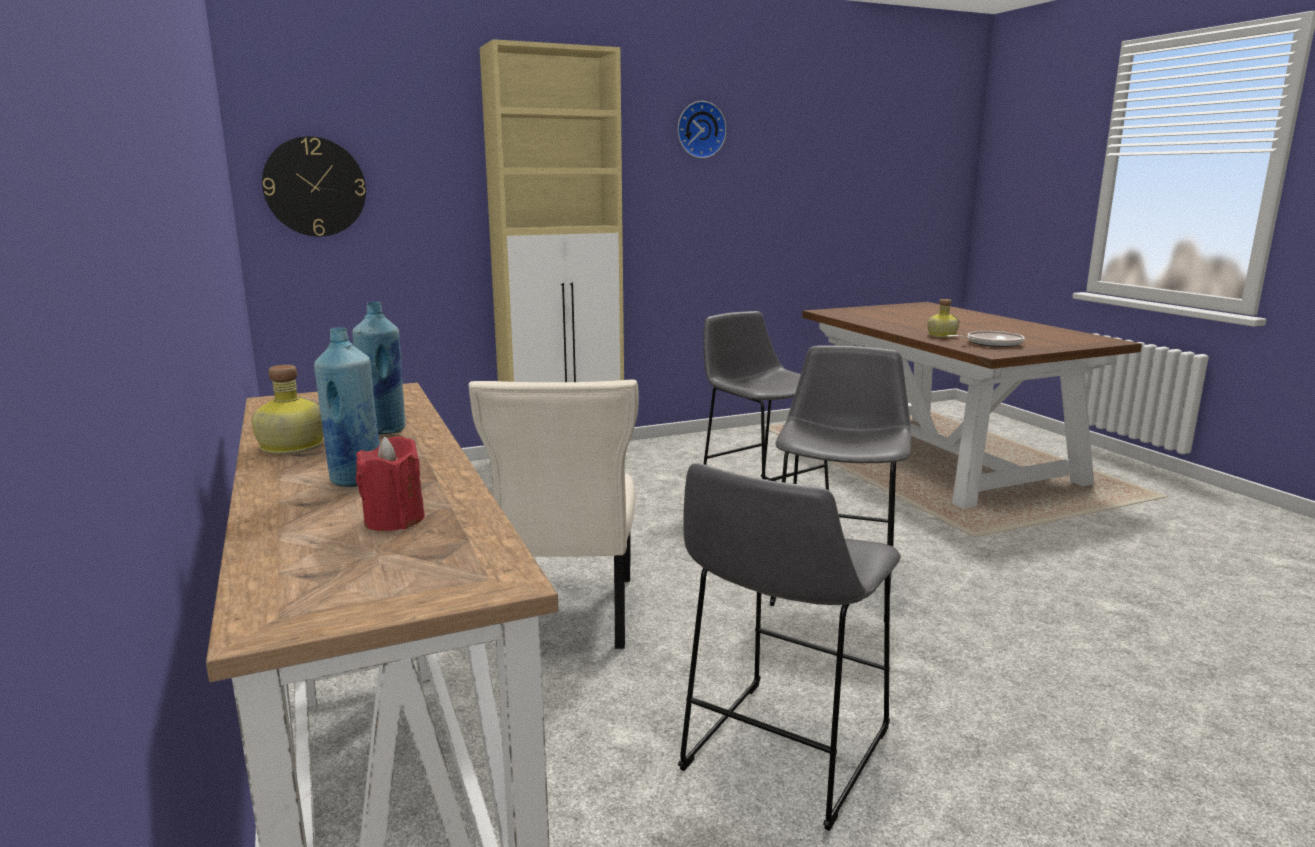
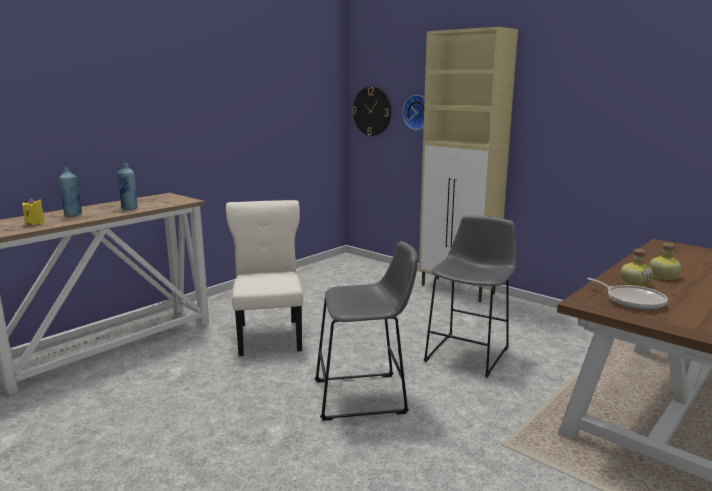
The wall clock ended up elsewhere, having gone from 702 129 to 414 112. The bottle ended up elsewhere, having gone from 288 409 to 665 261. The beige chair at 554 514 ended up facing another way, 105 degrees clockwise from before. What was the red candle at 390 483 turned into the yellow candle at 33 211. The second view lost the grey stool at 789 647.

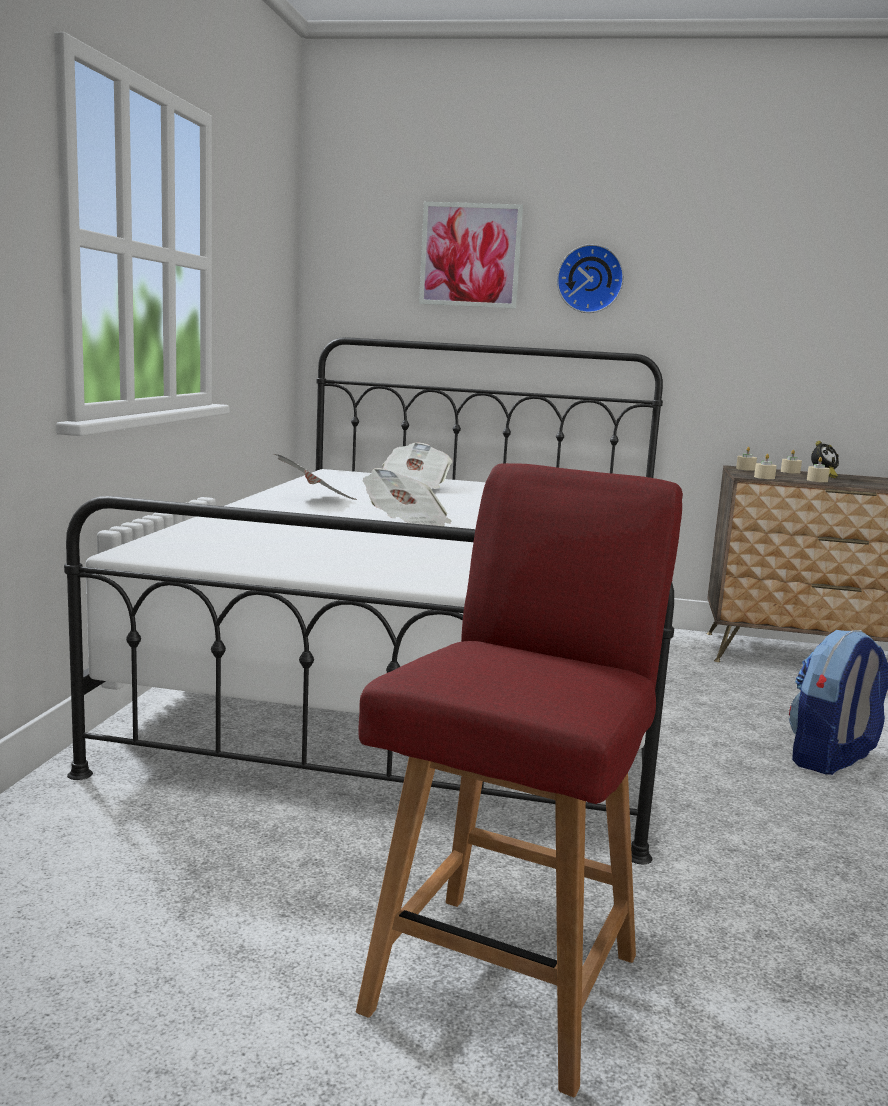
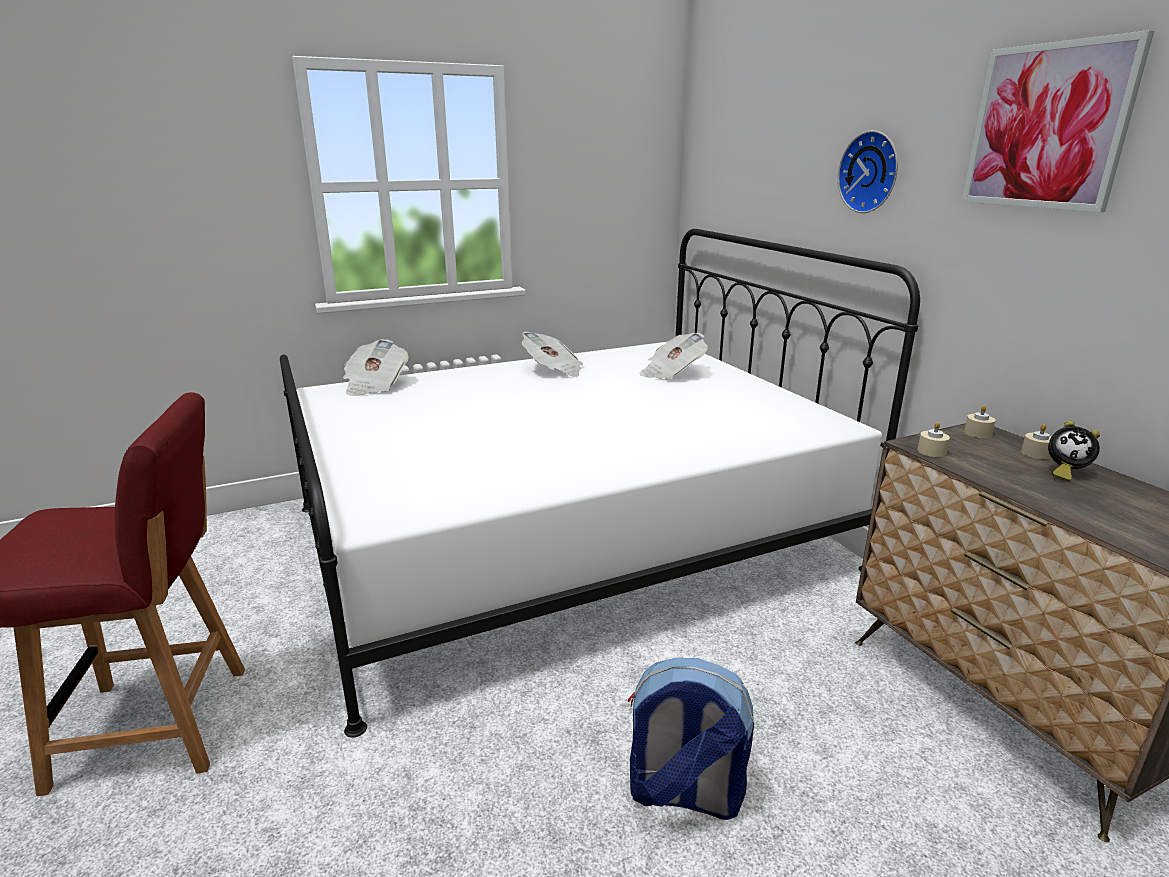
The picture ended up elsewhere, having gone from 471 255 to 1058 121. The second view lost the beige candle at 818 469. The newspaper ended up elsewhere, having gone from 407 497 to 376 367.

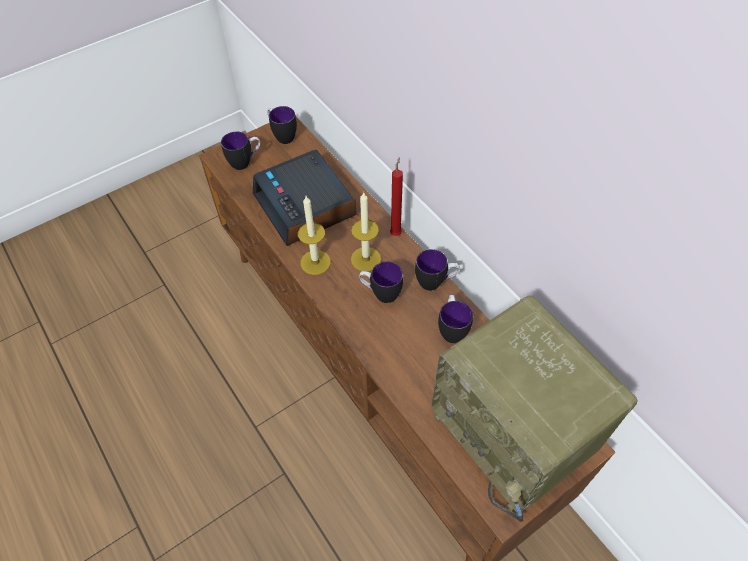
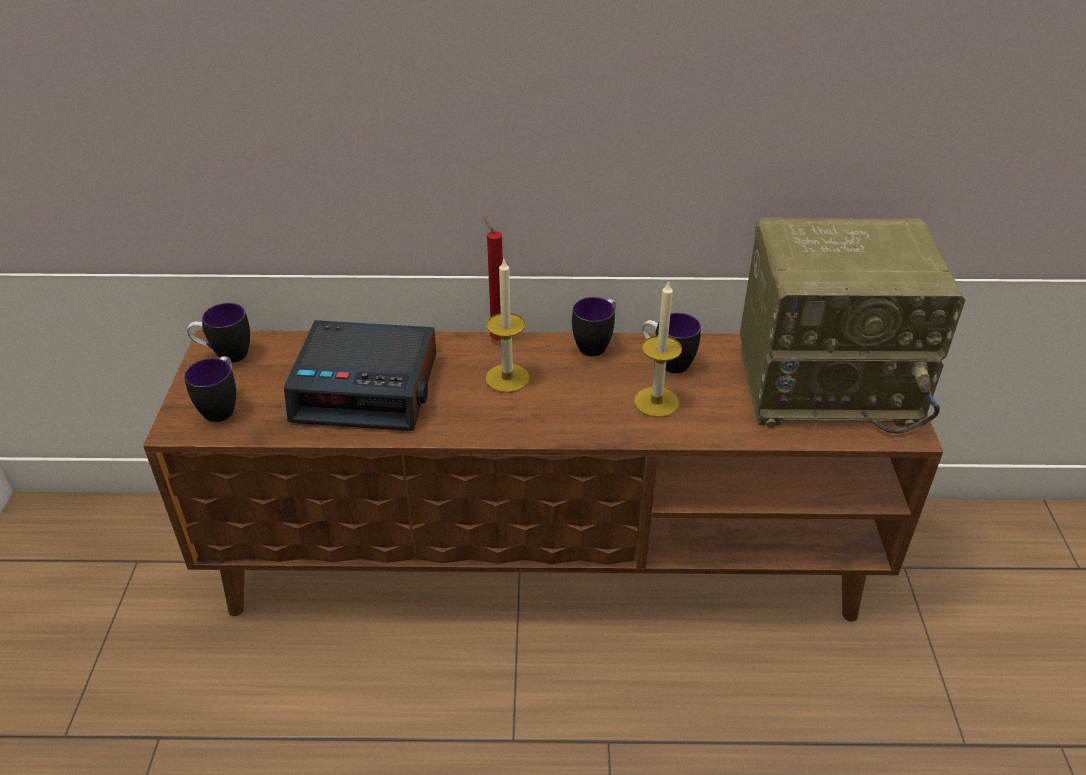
The candle ended up elsewhere, having gone from 314 235 to 658 349. The second view lost the mug at 381 282.

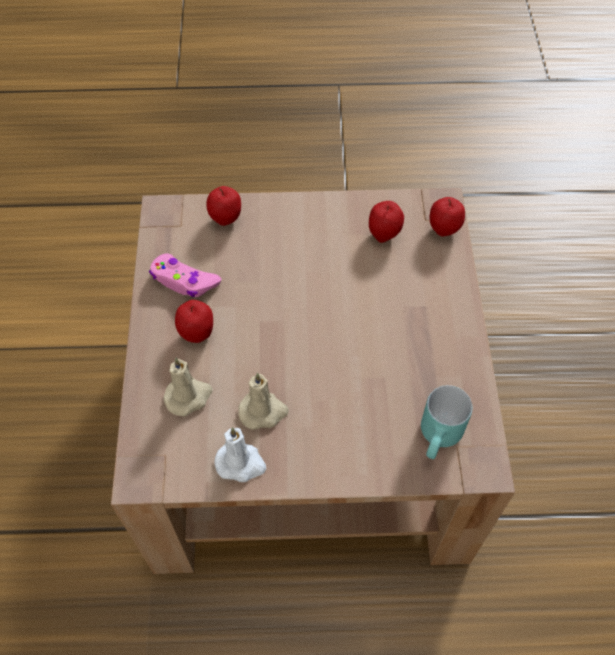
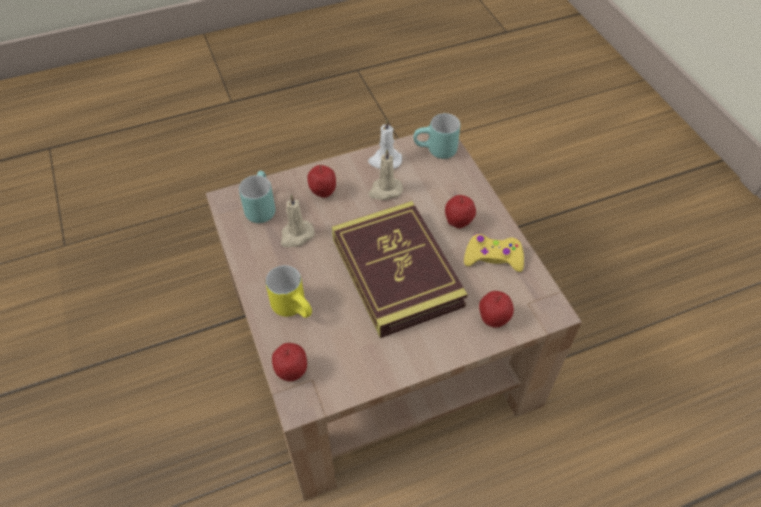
The apple ended up elsewhere, having gone from 386 222 to 321 181. What was the pink game controller at 185 275 turned into the yellow game controller at 494 253. The beige candle ended up elsewhere, having gone from 188 387 to 298 220. The second view gained the turquoise mug at 437 136. The second view gained the book at 400 269. The second view gained the yellow mug at 289 291.

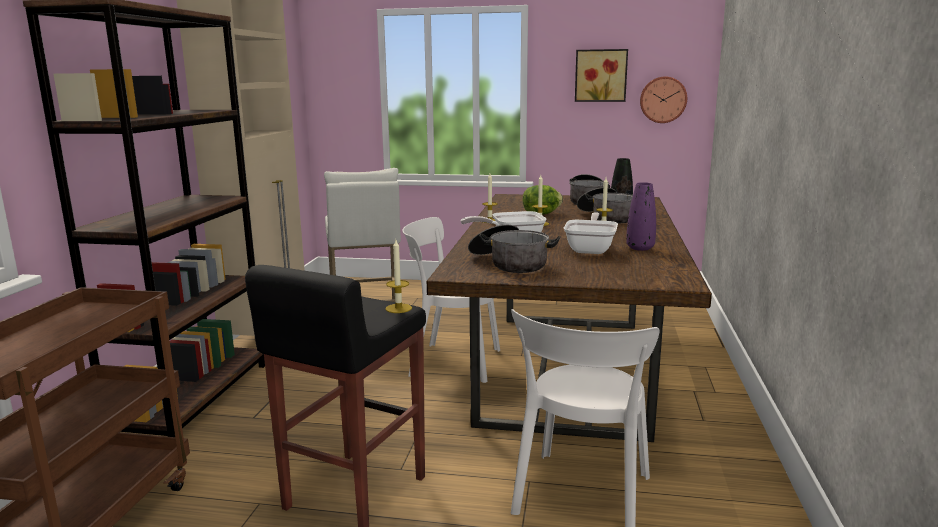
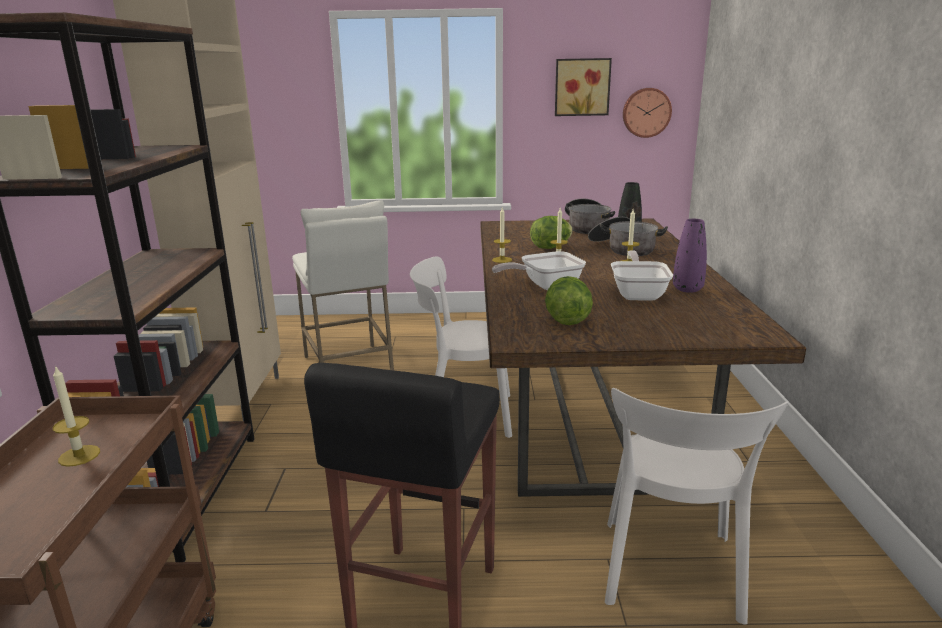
Where the cooking pot stood at 514 249, the lettuce came to stand at 569 300. The candle ended up elsewhere, having gone from 398 276 to 76 416.

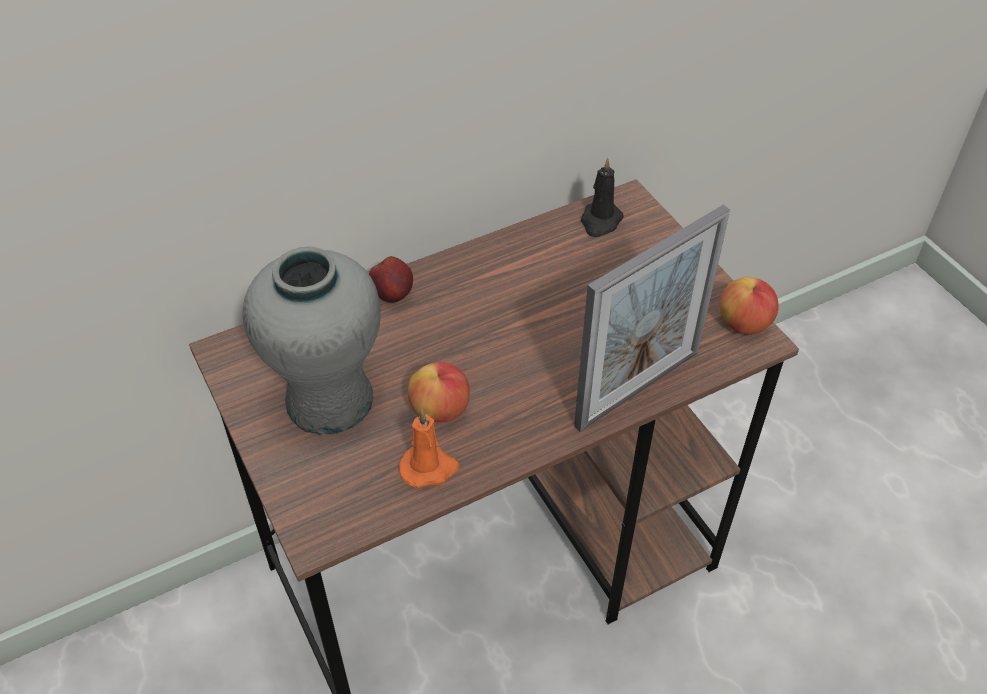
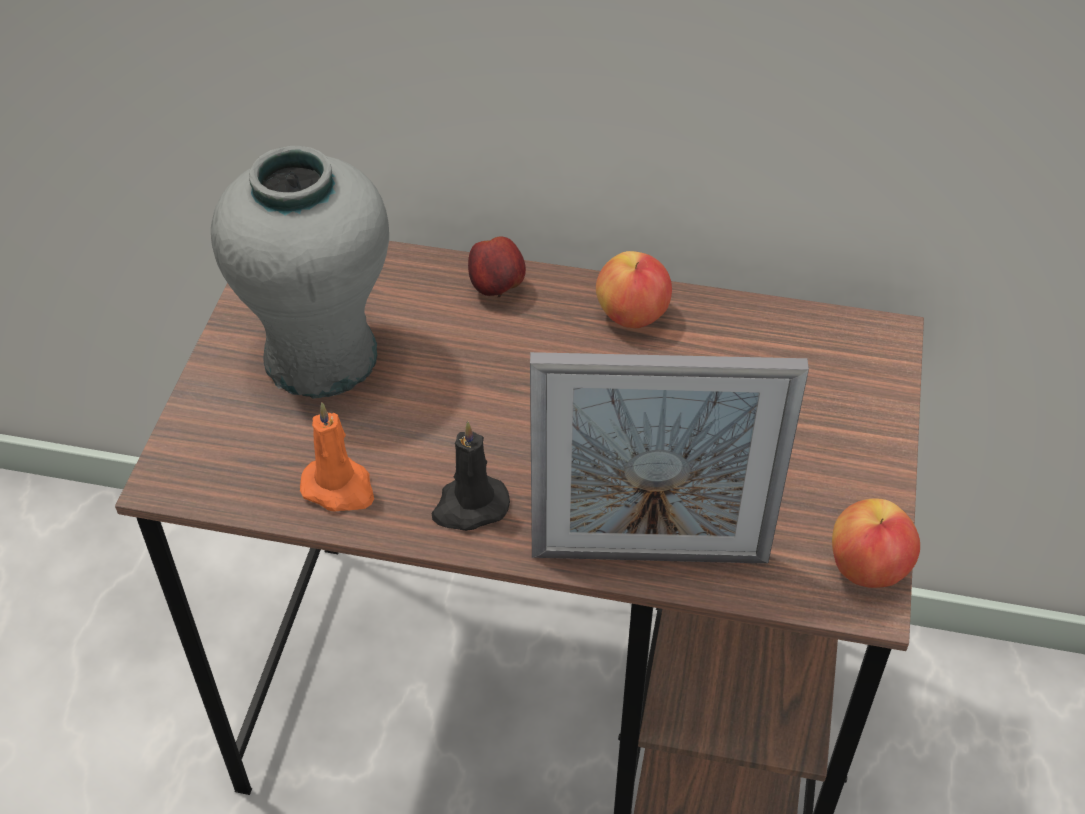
The black candle ended up elsewhere, having gone from 602 197 to 471 476. The apple ended up elsewhere, having gone from 439 392 to 634 289.

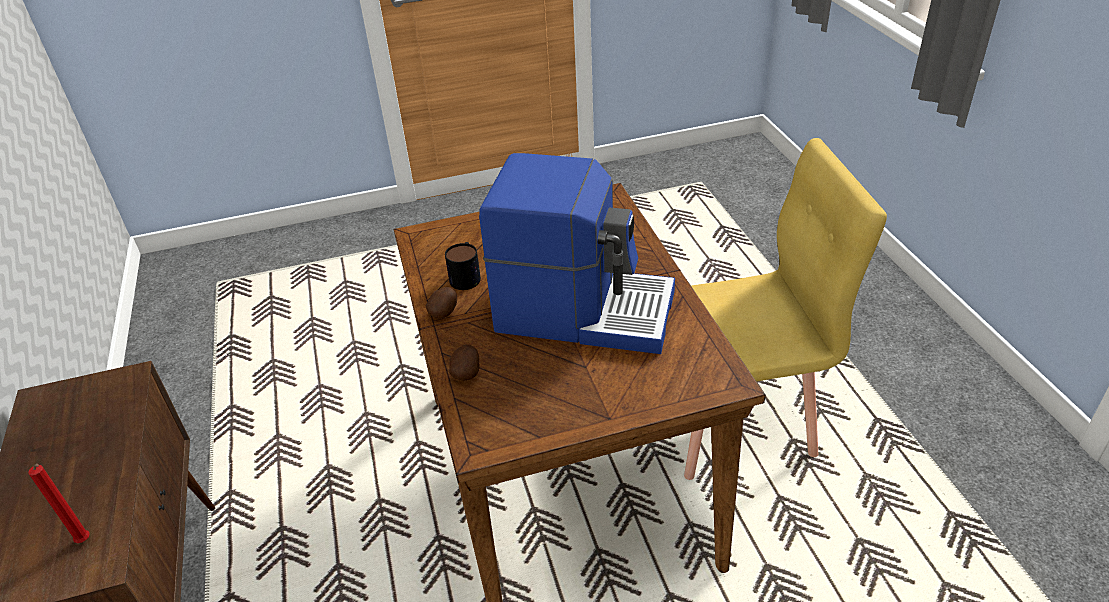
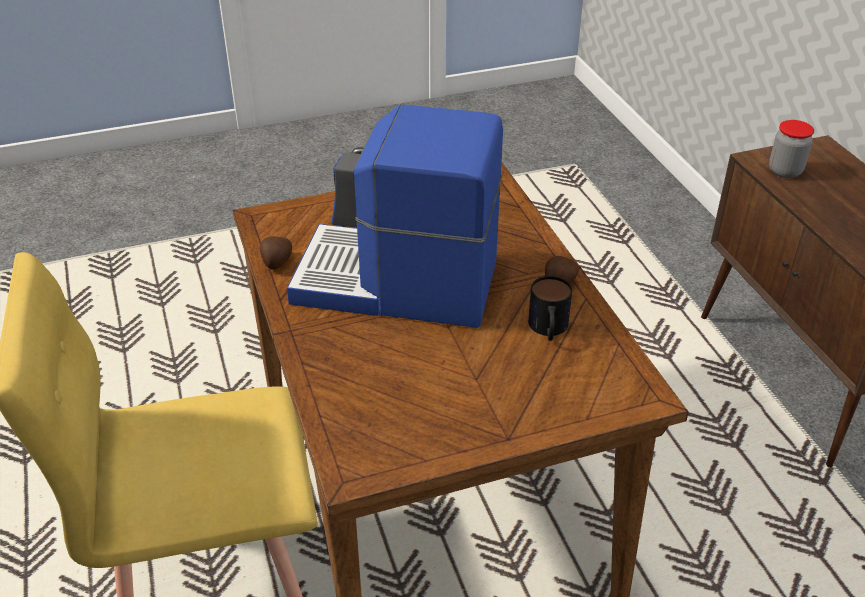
The potato ended up elsewhere, having gone from 464 362 to 276 252. Where the red candle stood at 59 503, the jar came to stand at 791 149.

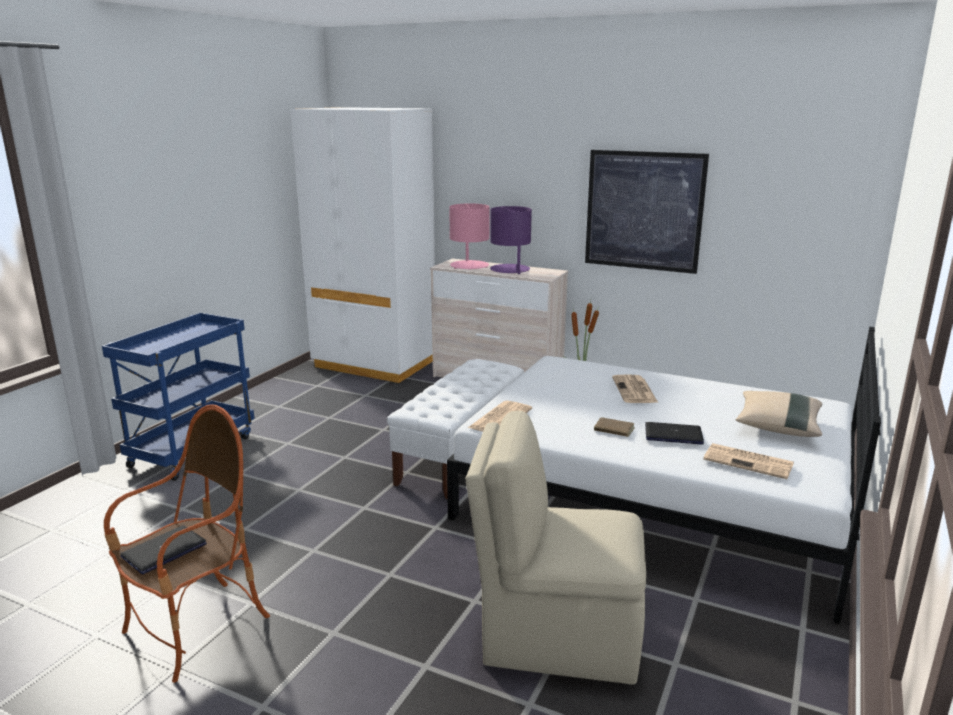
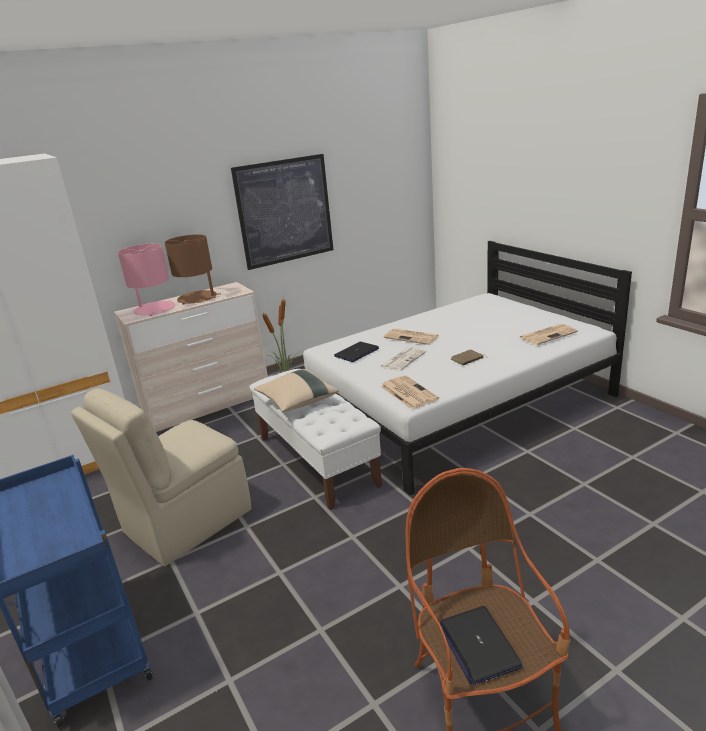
What was the purple table lamp at 511 240 turned into the brown table lamp at 193 269. The beige pillow ended up elsewhere, having gone from 779 414 to 296 390. The beige chair ended up elsewhere, having gone from 555 548 to 161 477. The laptop ended up elsewhere, having gone from 674 433 to 356 352. The second view gained the newspaper at 403 359.

